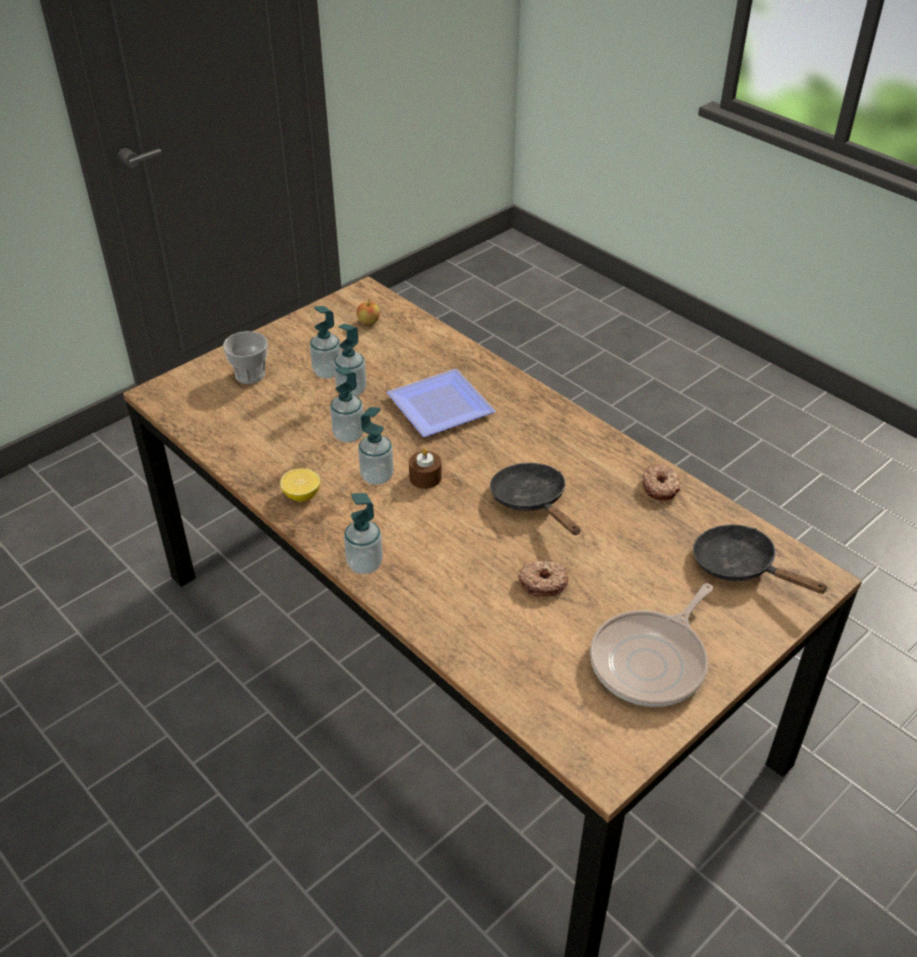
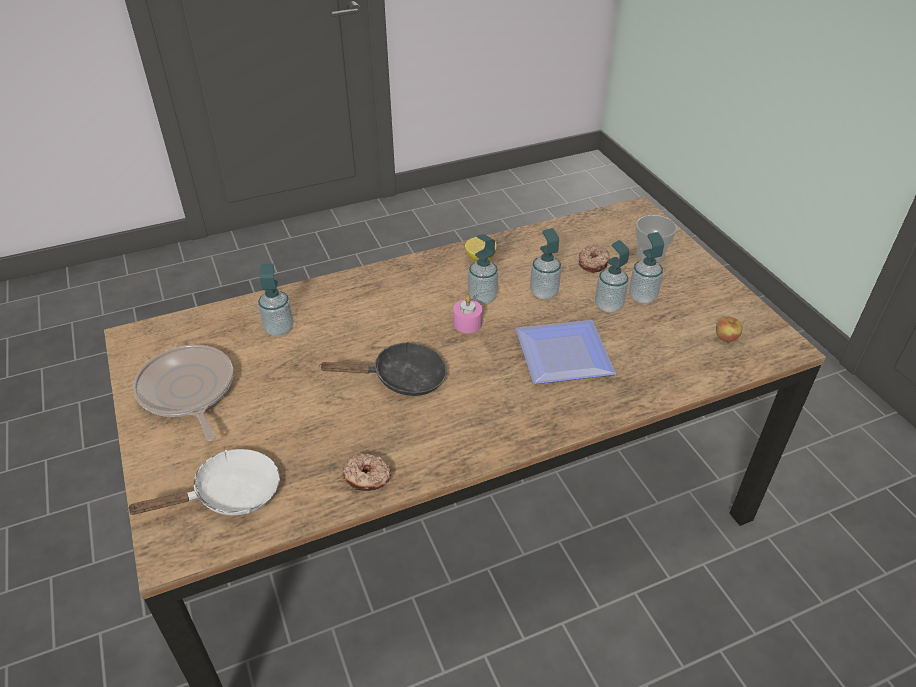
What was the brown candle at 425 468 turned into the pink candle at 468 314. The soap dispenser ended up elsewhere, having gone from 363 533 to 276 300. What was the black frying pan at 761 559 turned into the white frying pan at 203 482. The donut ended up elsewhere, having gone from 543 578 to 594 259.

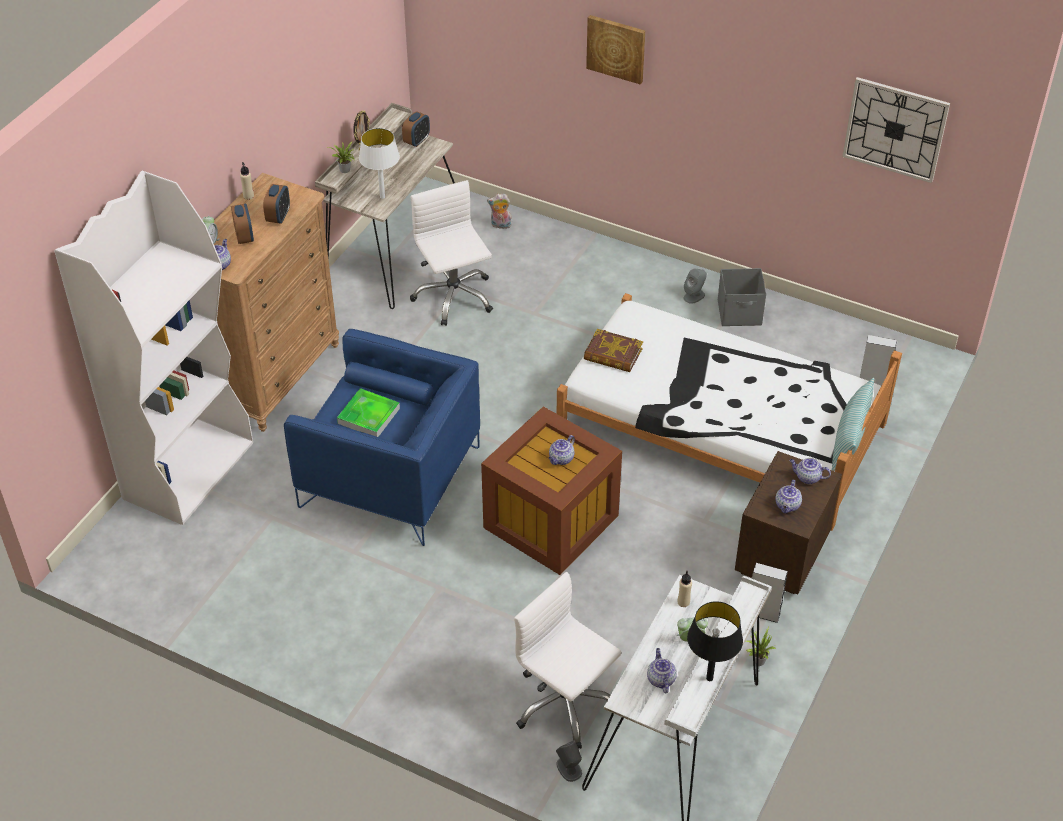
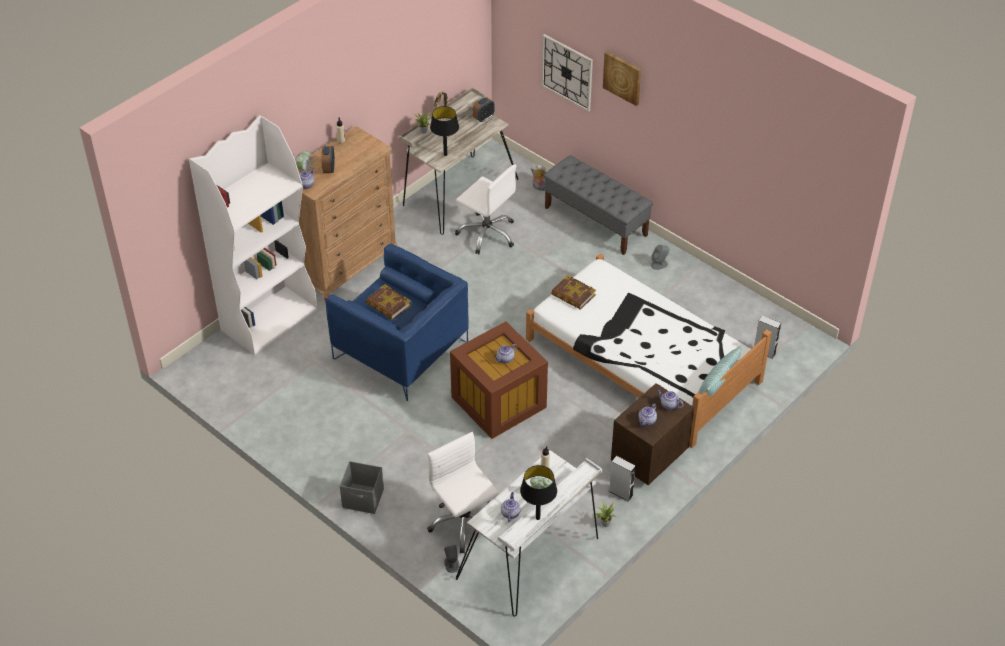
The wall clock ended up elsewhere, having gone from 896 130 to 567 73. What was the white table lamp at 379 163 turned into the black table lamp at 444 131. The white office chair at 451 253 ended up facing another way, 135 degrees clockwise from before. The second view lost the alarm clock at 276 204. The grey storage box ended up elsewhere, having gone from 742 297 to 362 487. Where the tray stood at 368 412, the book came to stand at 388 302. The second view gained the grey bench at 598 205.

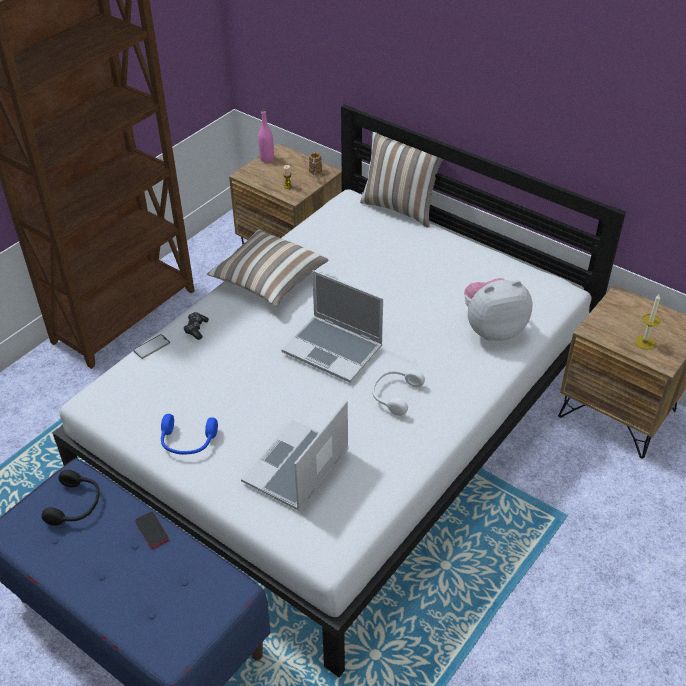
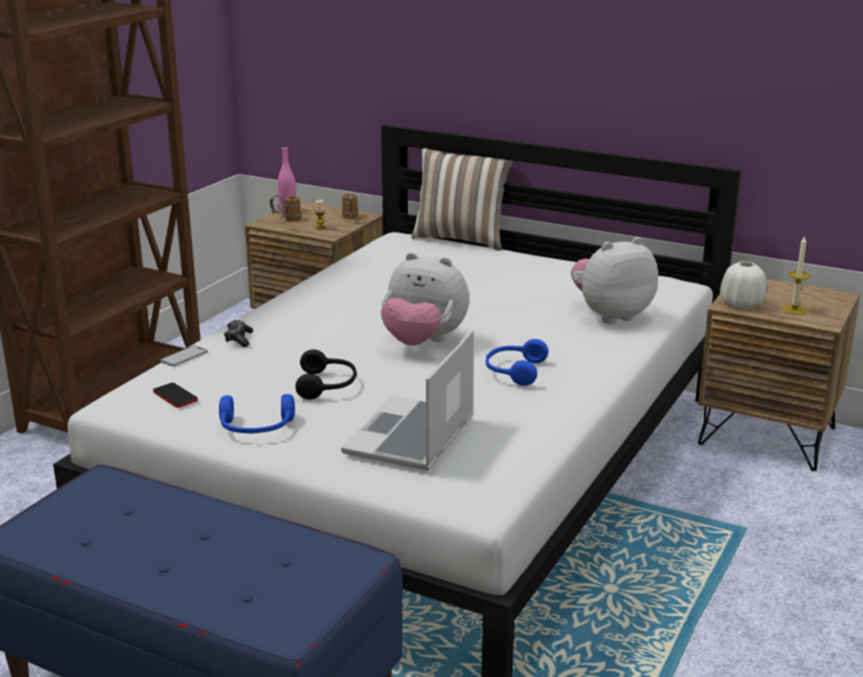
The second view lost the pillow at 268 268. Where the laptop stood at 332 326, the plush toy came to stand at 425 299. What was the white headphones at 398 392 turned into the blue headphones at 517 362. The black headphones ended up elsewhere, having gone from 70 498 to 326 374. The phone ended up elsewhere, having gone from 152 530 to 175 395. The second view gained the mug at 286 208. The second view gained the white vase at 743 285.

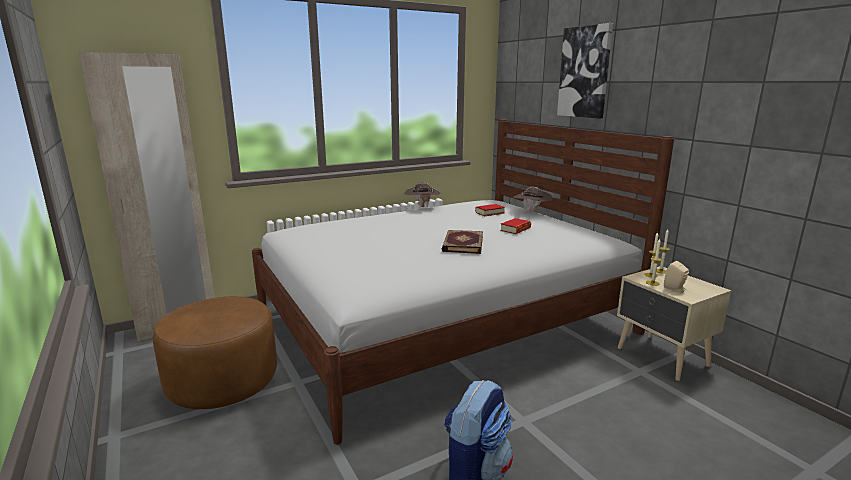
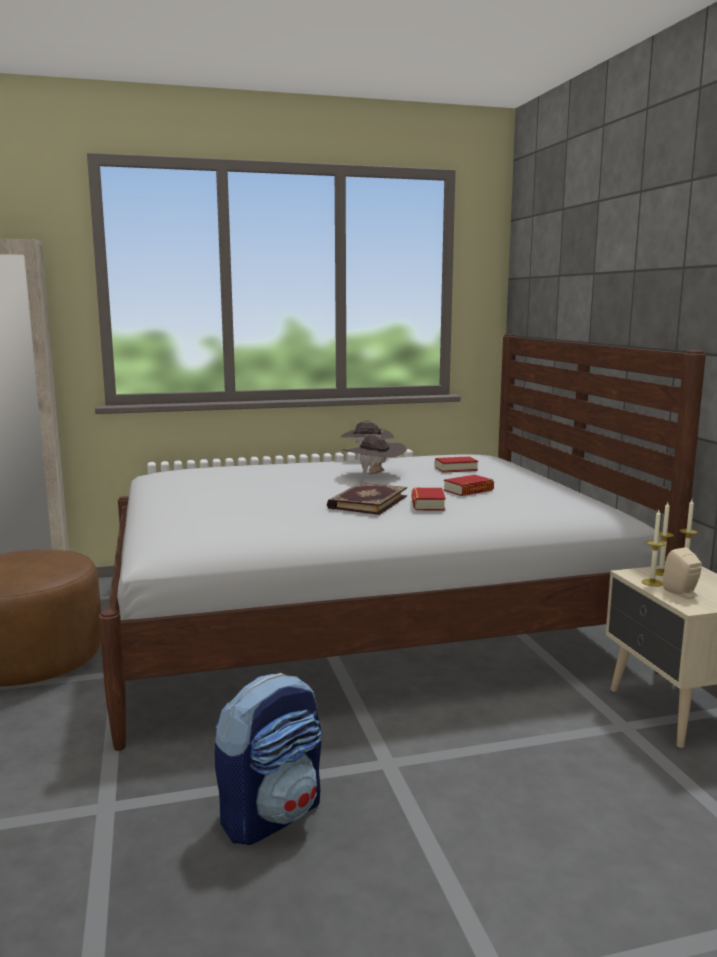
The second view lost the picture at 585 70. The brown hat ended up elsewhere, having gone from 533 199 to 374 454. The second view gained the book at 429 499.

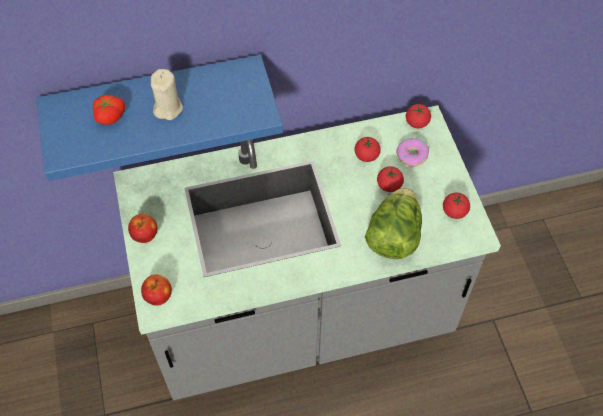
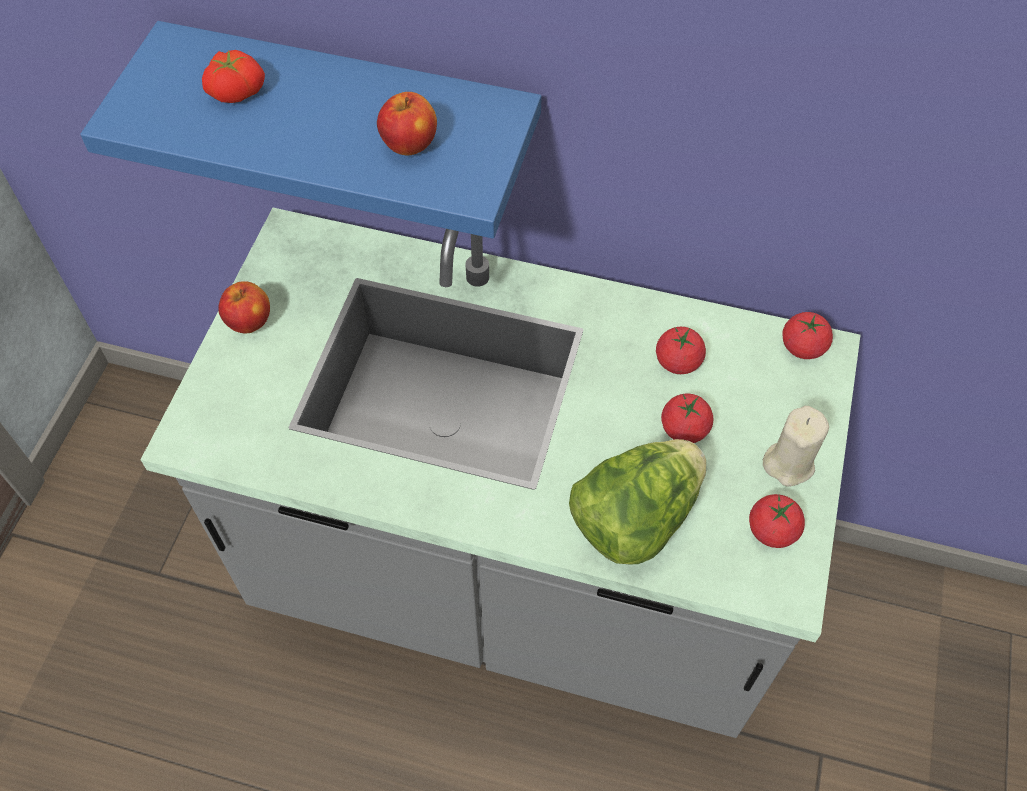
The beige candle ended up elsewhere, having gone from 167 94 to 796 446. The second view lost the donut at 412 152. The apple ended up elsewhere, having gone from 156 290 to 407 123.

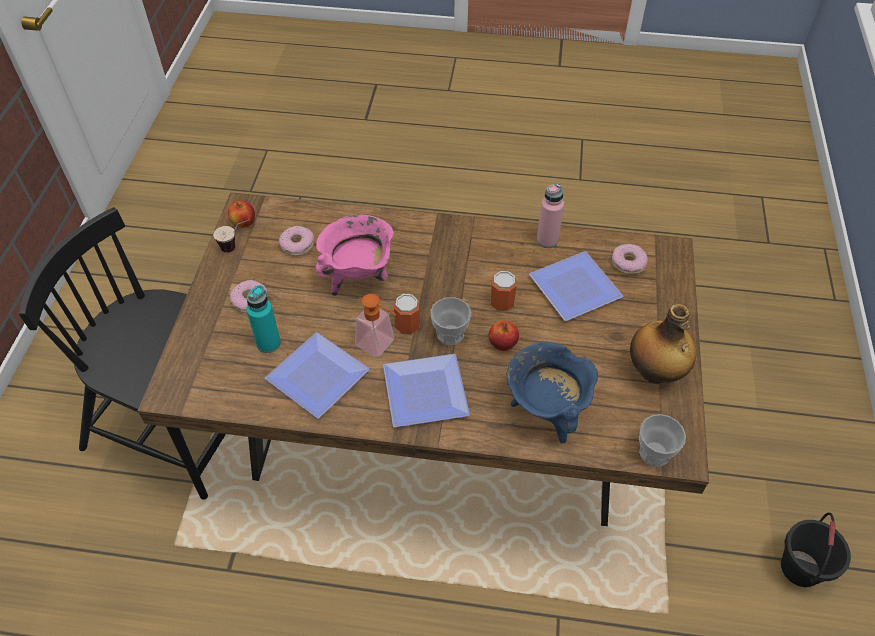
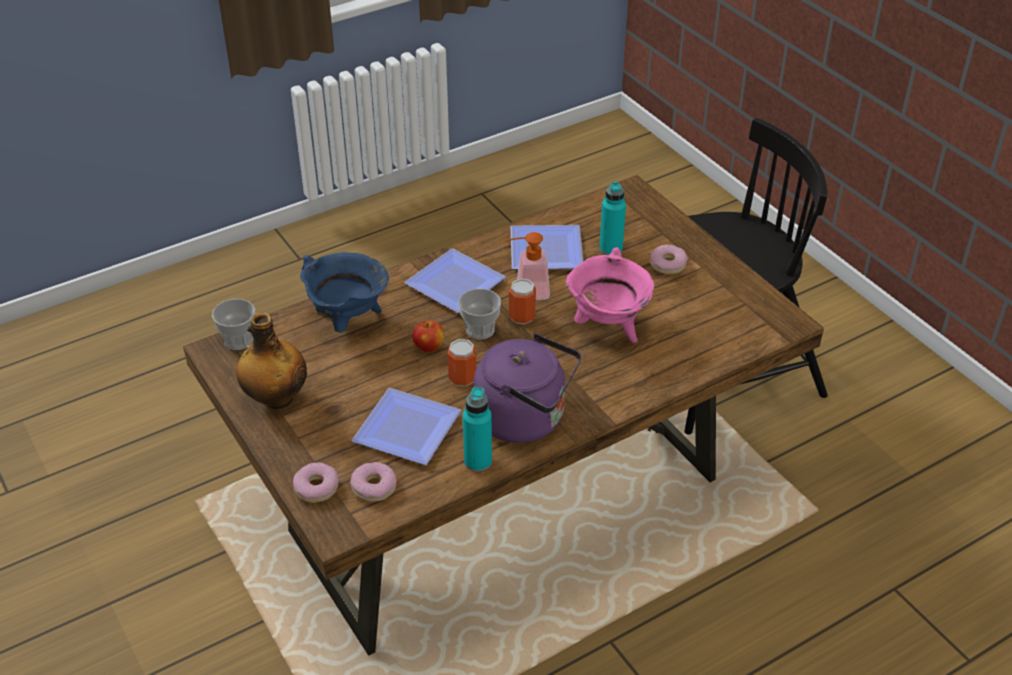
What was the pink bottle at 550 215 turned into the turquoise bottle at 477 429. The second view lost the apple at 241 214. The second view lost the cup at 231 236. The donut ended up elsewhere, having gone from 296 241 to 316 482. The second view lost the black bucket at 816 550. The second view gained the purple kettle at 527 388.

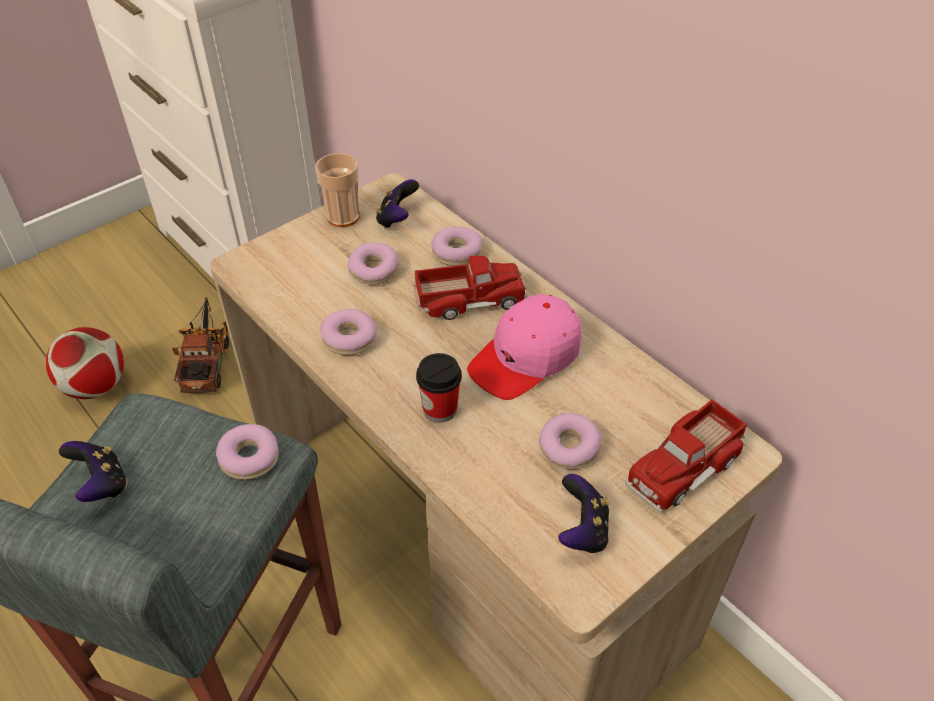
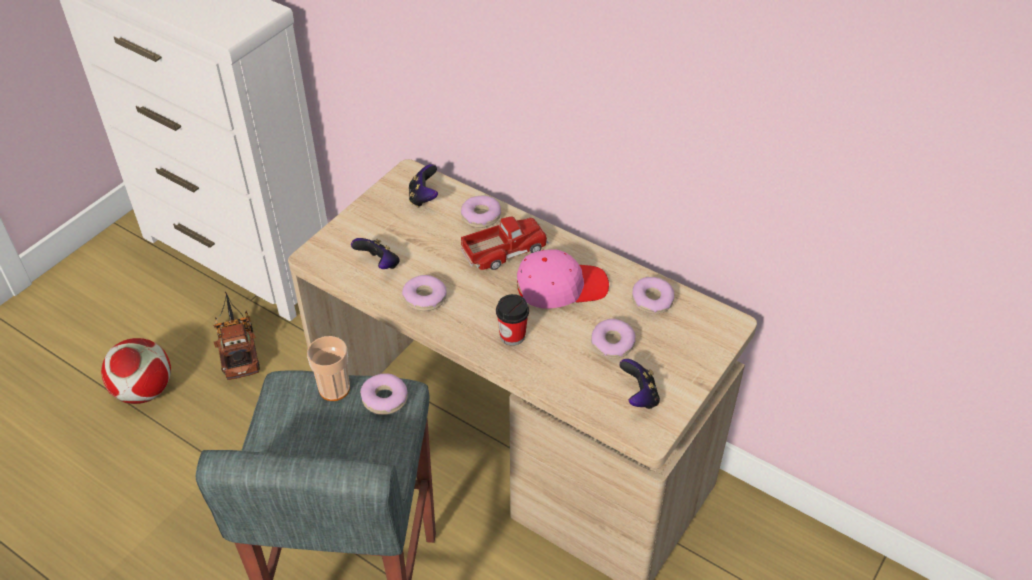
The cup ended up elsewhere, having gone from 337 190 to 328 368. The donut ended up elsewhere, having gone from 373 263 to 653 295. The pink cap at 524 347 ended up facing another way, 135 degrees counterclockwise from before. The second view lost the toy truck at 686 456. The game controller ended up elsewhere, having gone from 93 471 to 375 253.

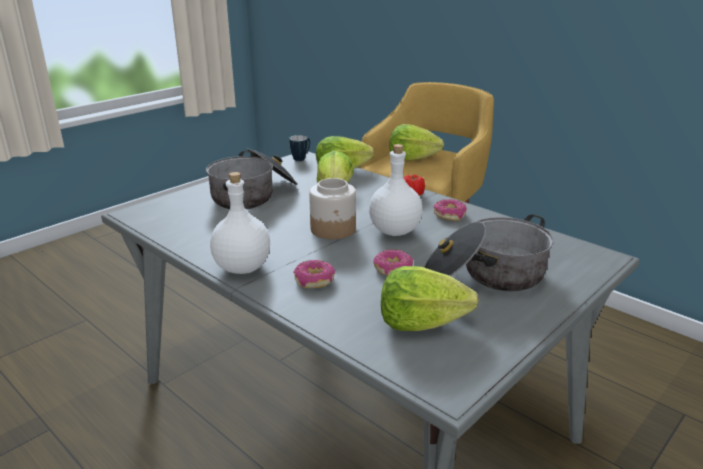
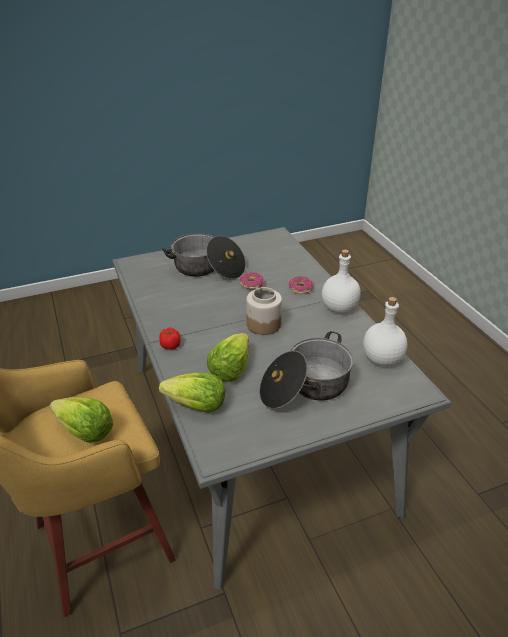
The second view lost the mug at 299 148. The white bottle ended up elsewhere, having gone from 395 190 to 385 331. The second view lost the donut at 450 210. The second view lost the lettuce at 430 298.

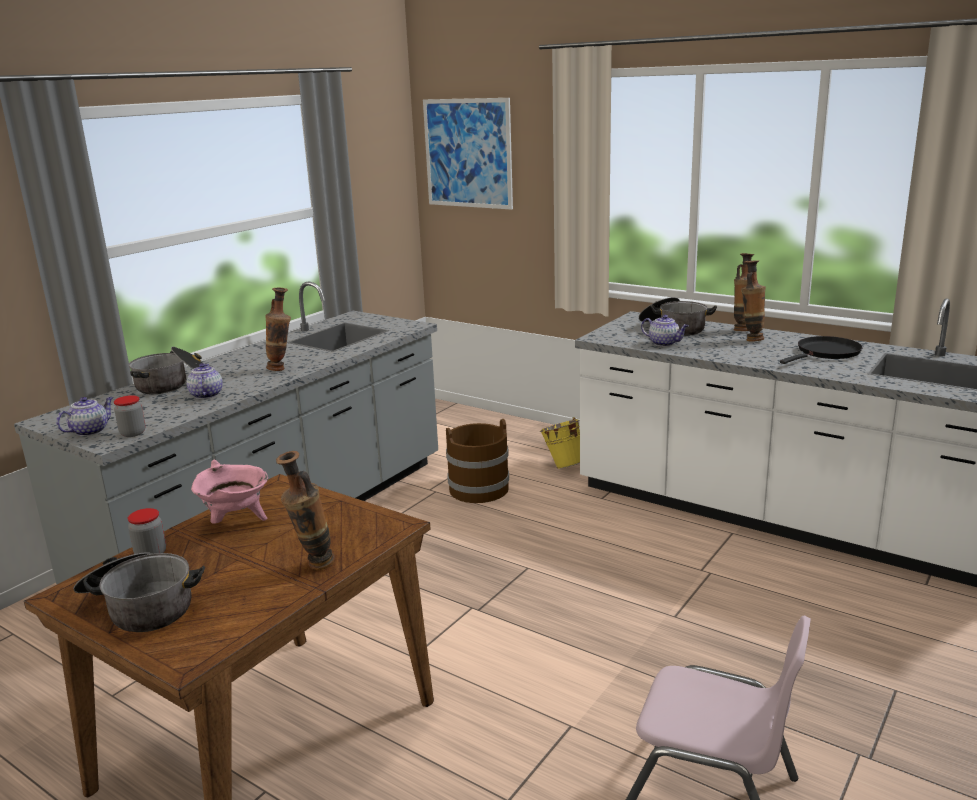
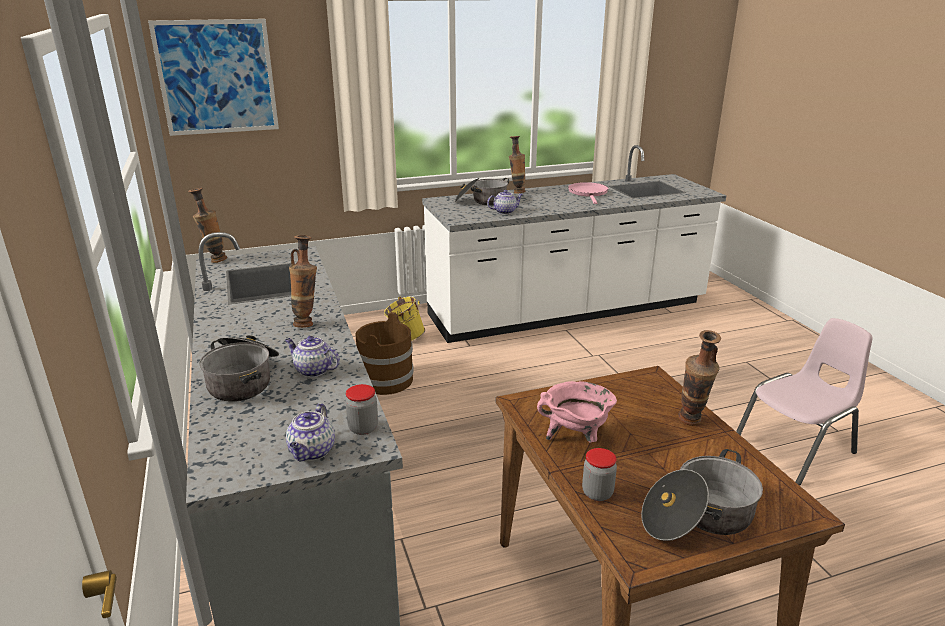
The vase ended up elsewhere, having gone from 753 301 to 207 225. What was the black frying pan at 821 350 turned into the pink frying pan at 588 193. The teapot at 84 416 ended up facing another way, 150 degrees counterclockwise from before.

